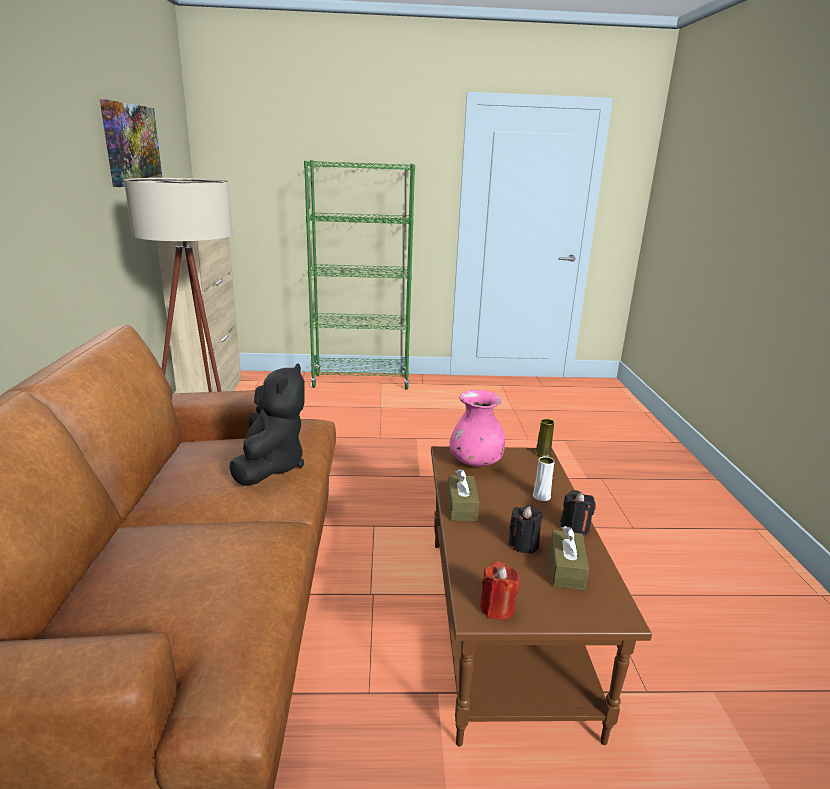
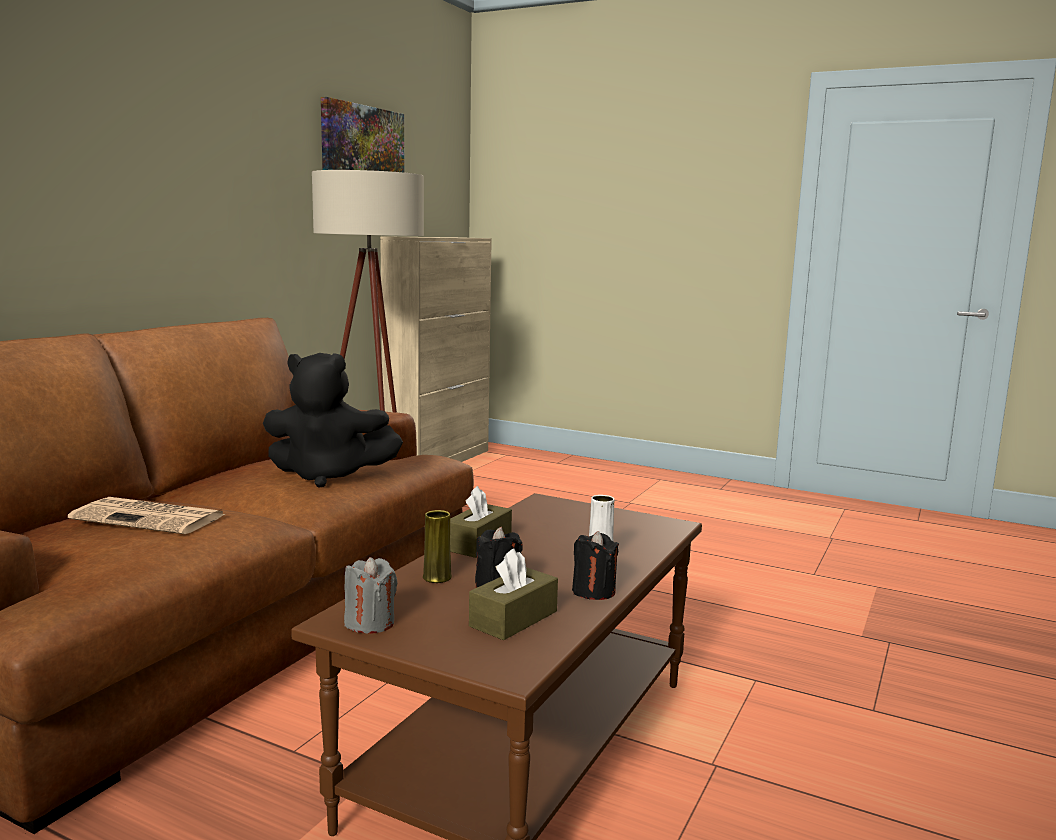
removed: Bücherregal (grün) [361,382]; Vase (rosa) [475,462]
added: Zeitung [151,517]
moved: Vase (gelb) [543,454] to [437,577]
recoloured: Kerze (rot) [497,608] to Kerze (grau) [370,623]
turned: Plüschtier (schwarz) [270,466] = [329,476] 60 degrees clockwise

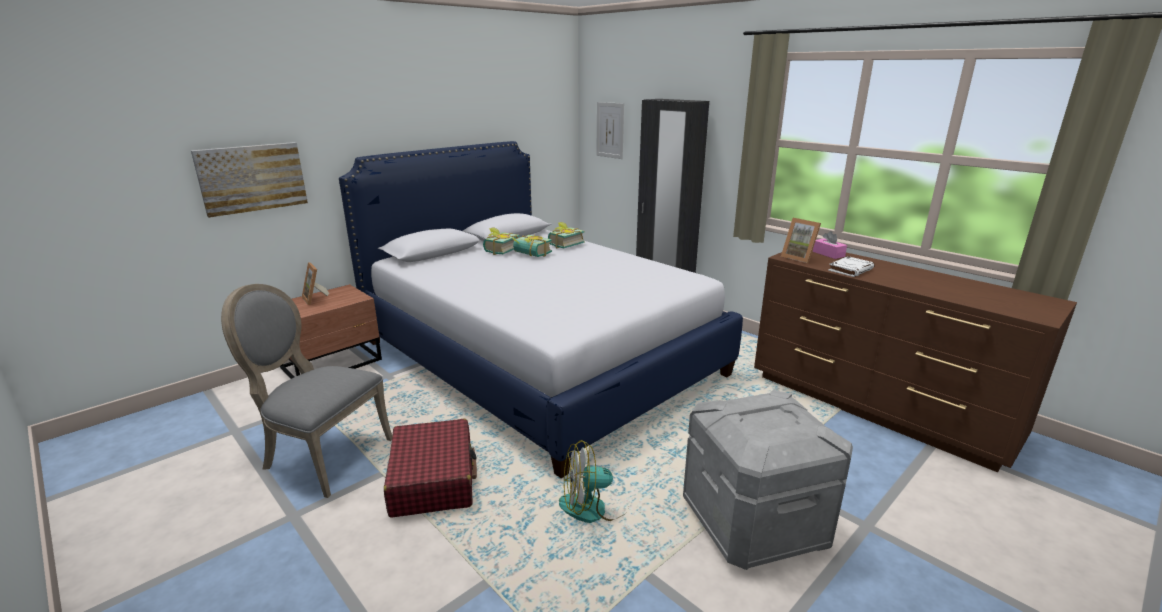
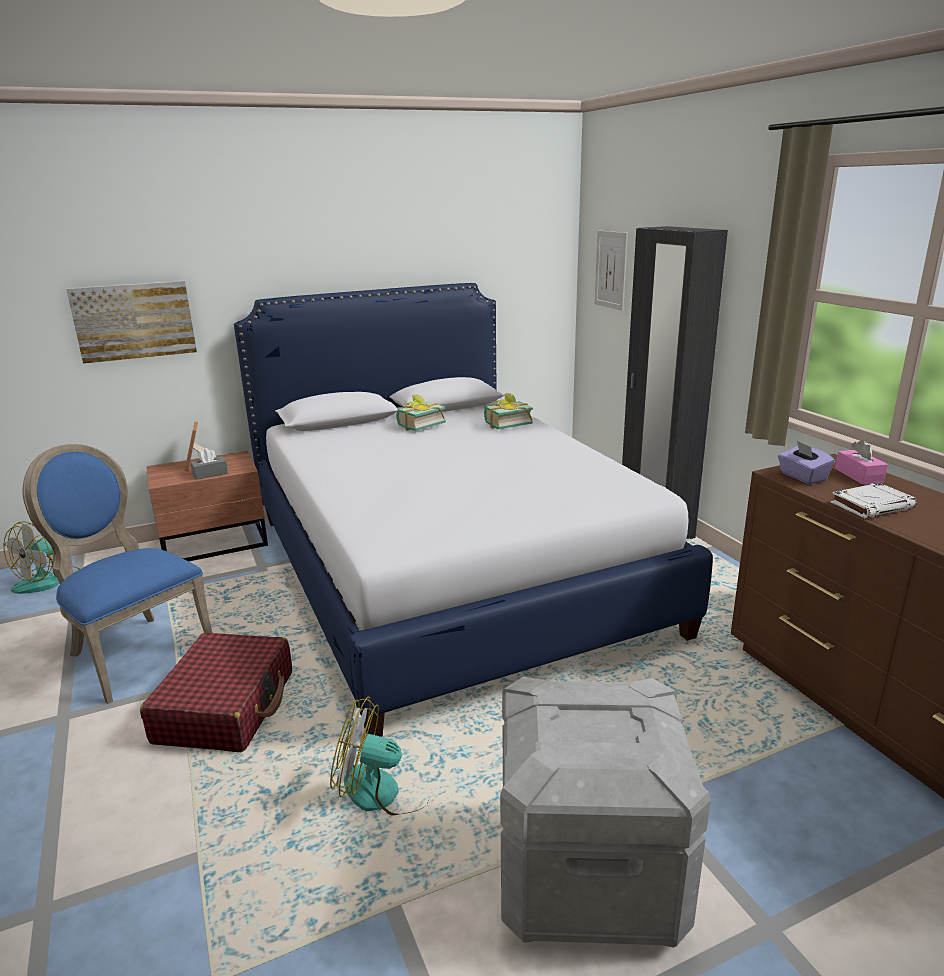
removed: Buch [530,254]
added: Ventilator [47,580]; Taschentuchbox (grau) [210,474]
replaced: Bilderrahmen [799,258] to Taschentuchbox (lila) [802,477]
recoloured: Stuhl (grau) [322,455] to Stuhl (blau) [135,652]

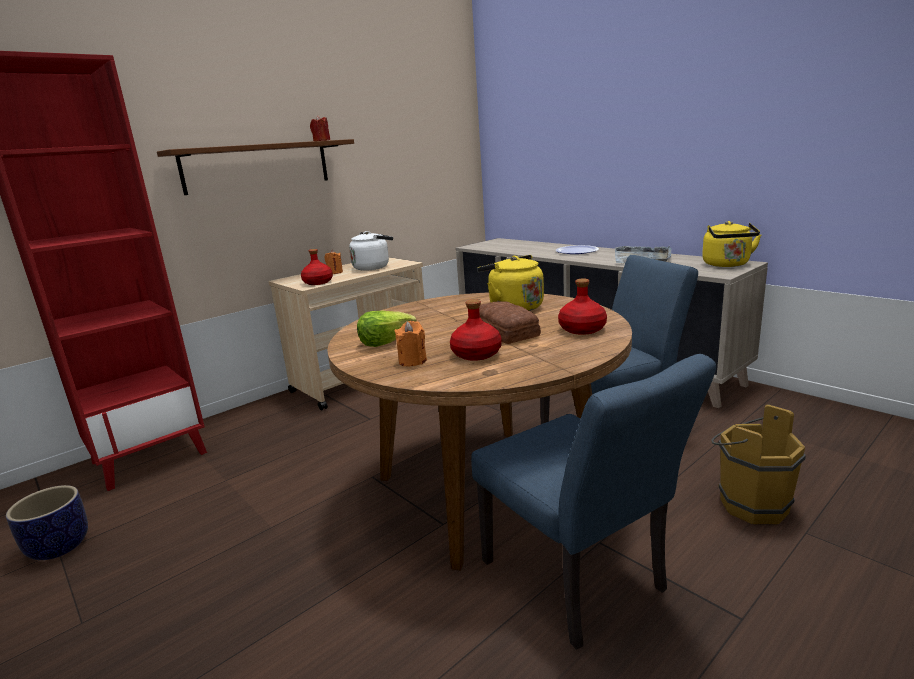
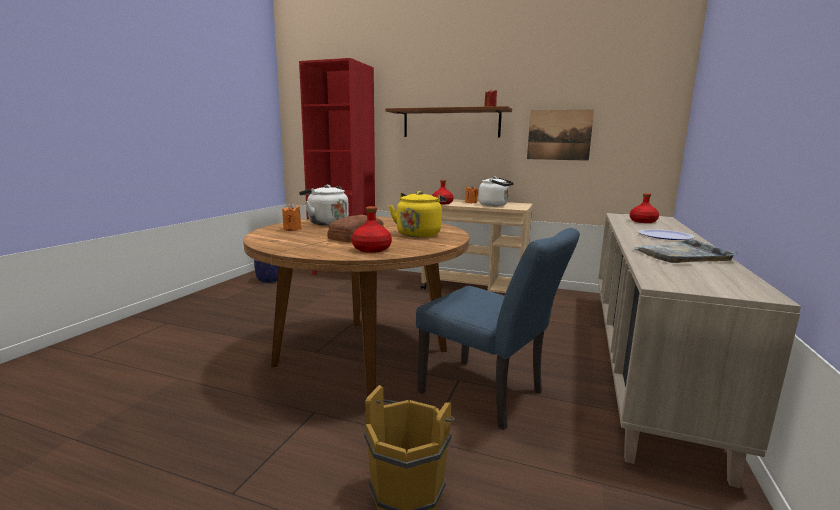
removed: Stuhl (blau) [581,583]; Wasserkessel (gelb) [727,265]
added: Bild [559,135]
moved: Flasche (rot) [476,354] to [643,221]
replaced: Salatkopf [385,342] to Wasserkessel (weiß) [326,223]

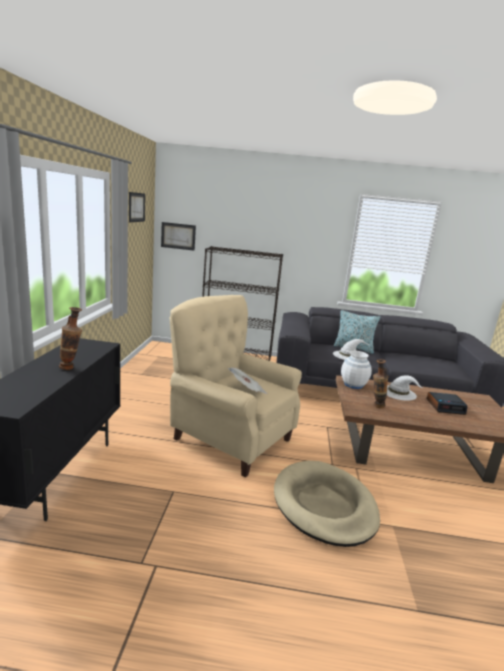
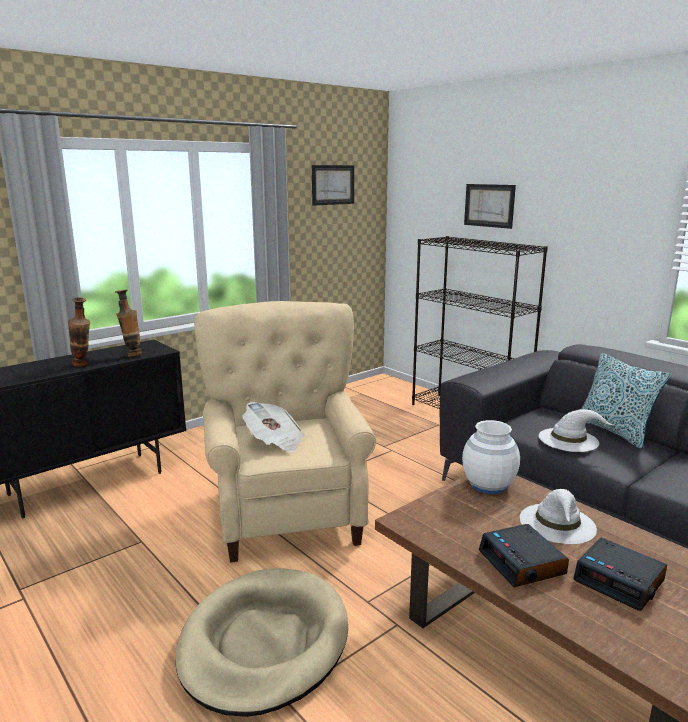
added: Wecker [522,563]
moved: Vase [376,406] to [132,355]; Bild [178,236] to [489,205]

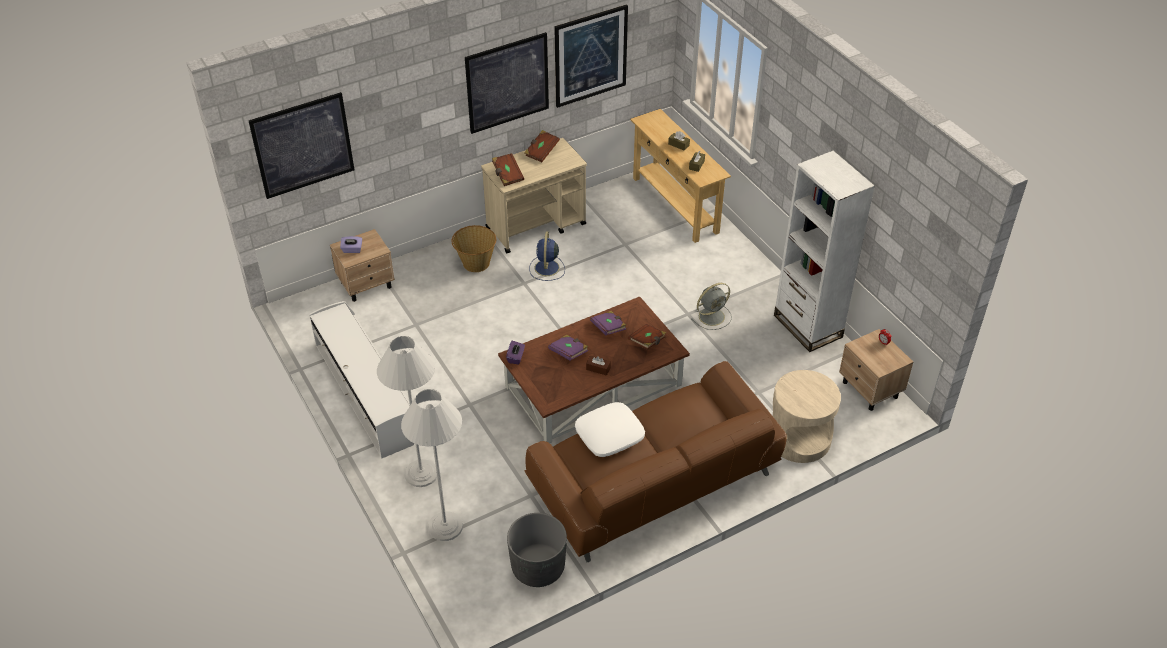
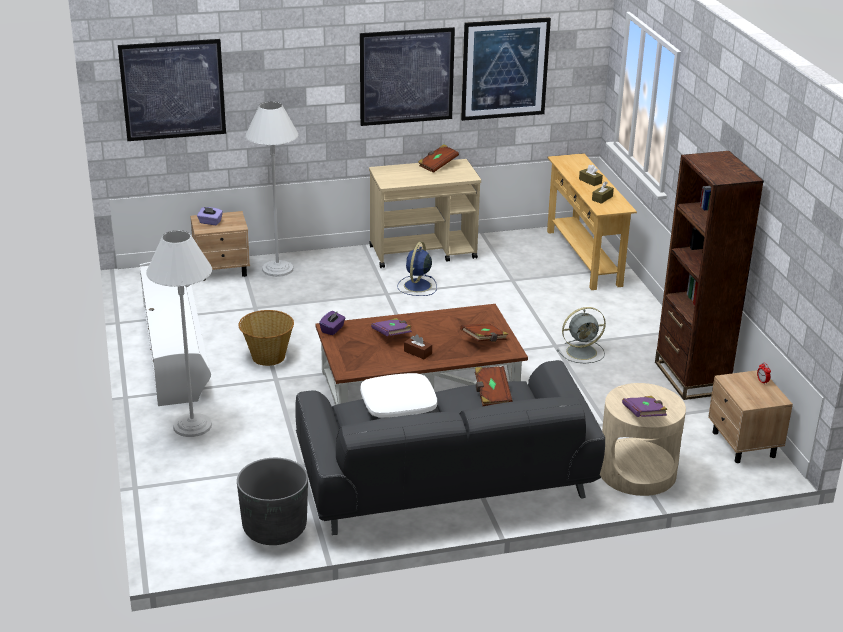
moved: Korb [475,263] to [267,356]; Stehlampe (weiß) [445,526] to [277,269]; Buch (braun) [507,175] to [491,394]; Buch (lila) [608,328] to [644,415]
recoloured: Sofa (braun) [653,483] to Sofa (grau) [445,480]; Bücherregal (weiß) [807,326] to Bücherregal (braun) [691,378]

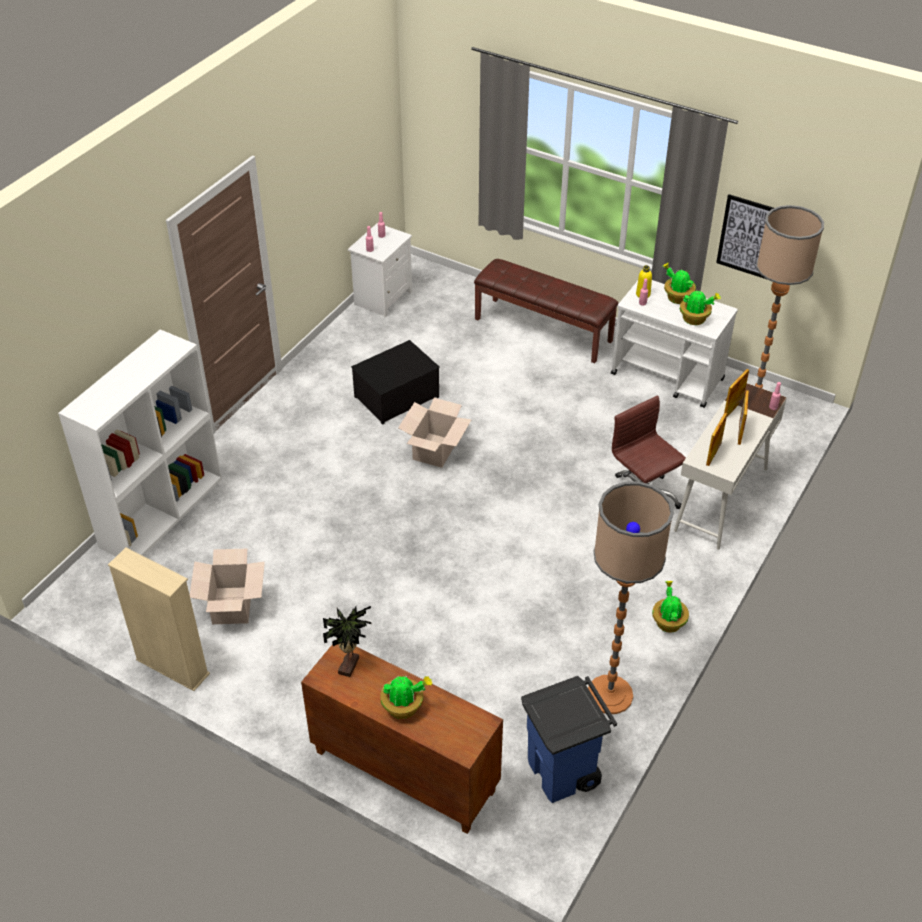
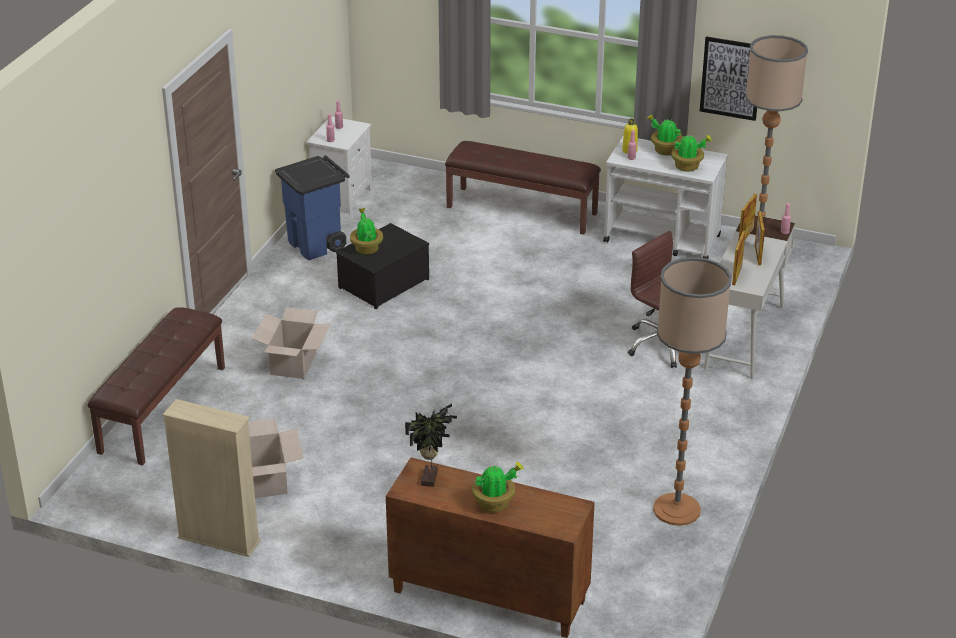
moved: Karton [434,450] to [293,363]; Mülleimer (blau) [563,772] to [317,245]; Topfpflanze [668,622] to [366,248]
replaced: Bücherregal (weiß) [162,511] to Bank (braun) [162,409]

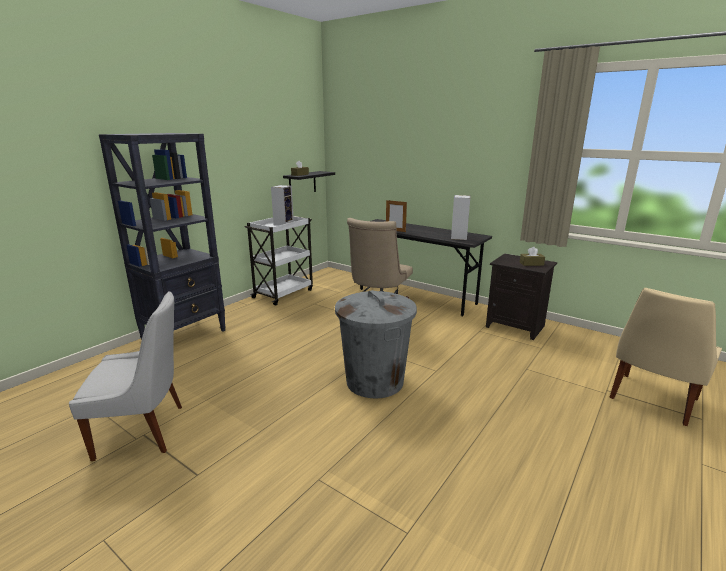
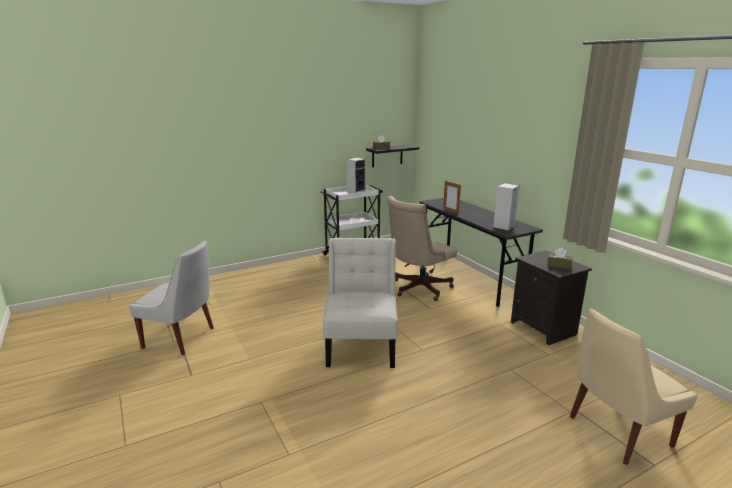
removed: Bücherregal (schwarz) [185,335]
replaced: Mülleimer (grau) [375,381] to Stuhl (weiß) [362,345]

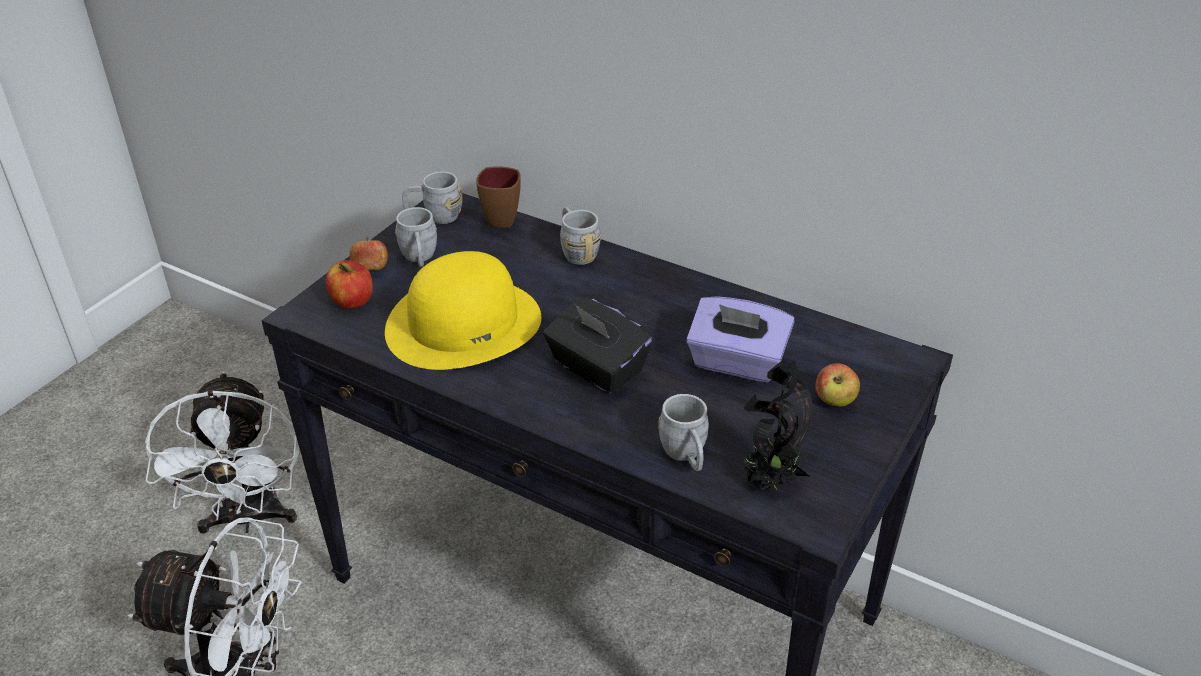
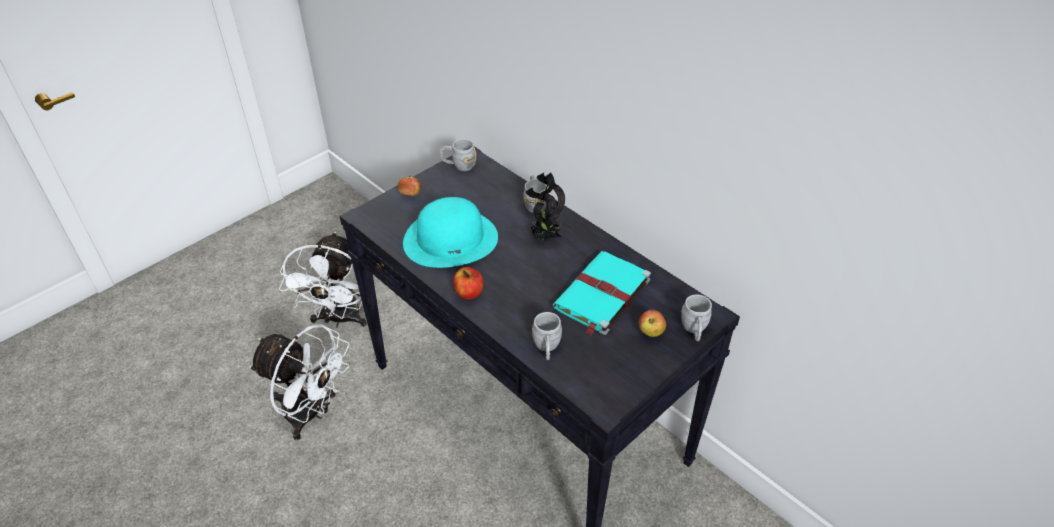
removed: Henkelbecher (braun) [503,216]; Taschentuchbox (schwarz) [596,368]
moved: Apfel [352,301] to [469,292]; Topfpflanze [769,483] to [544,238]; Henkelbecher (grau) [419,259] to [694,330]
replaced: Taschentuchbox (lila) [736,362] to Buch (türkis) [601,295]
recoloured: Hut (gelb) [464,323] to Hut (türkis) [451,239]

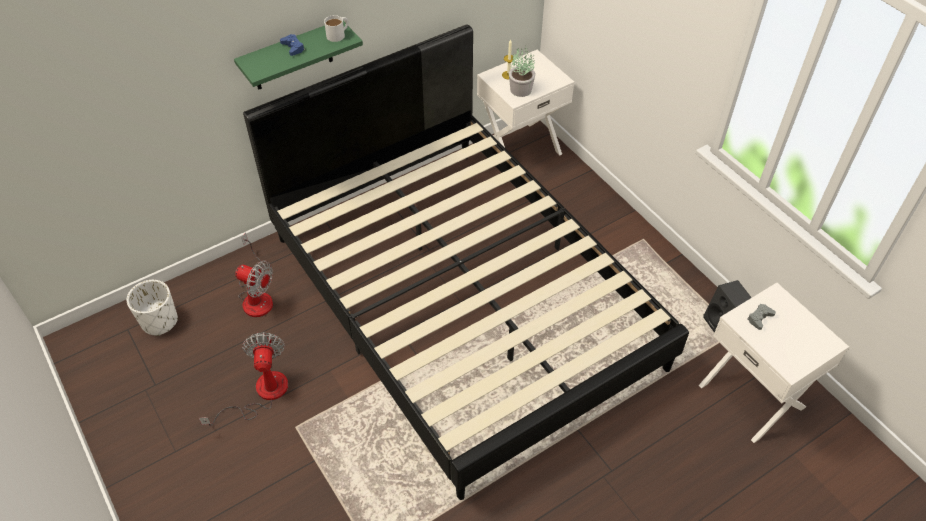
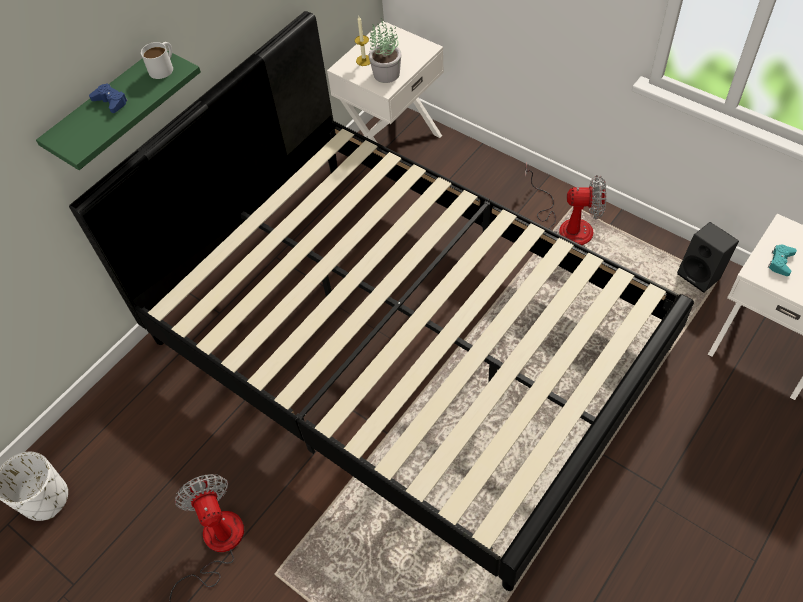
moved: Ventilator [257,296] to [567,225]
recoloured: Gamepad (grau) [759,318] to Gamepad (türkis) [780,262]

